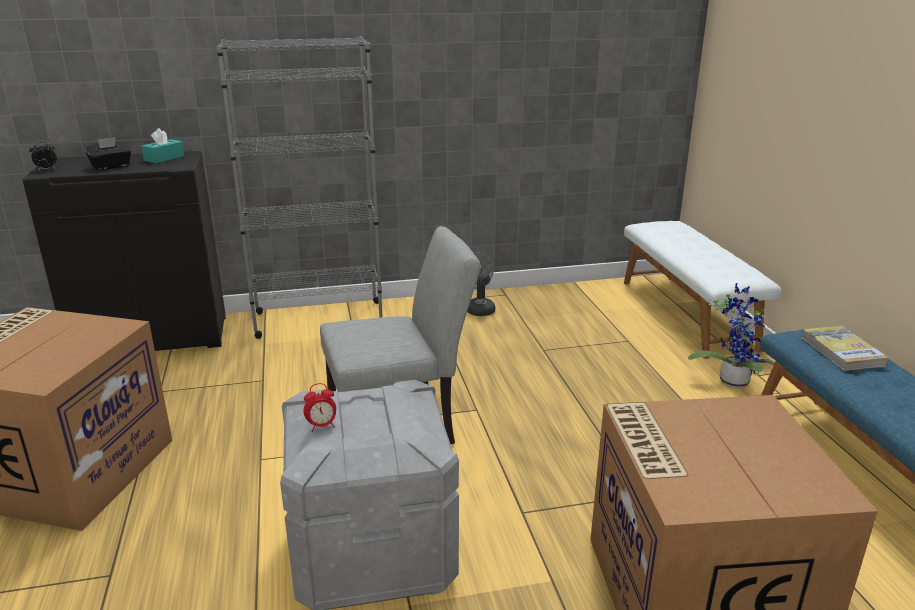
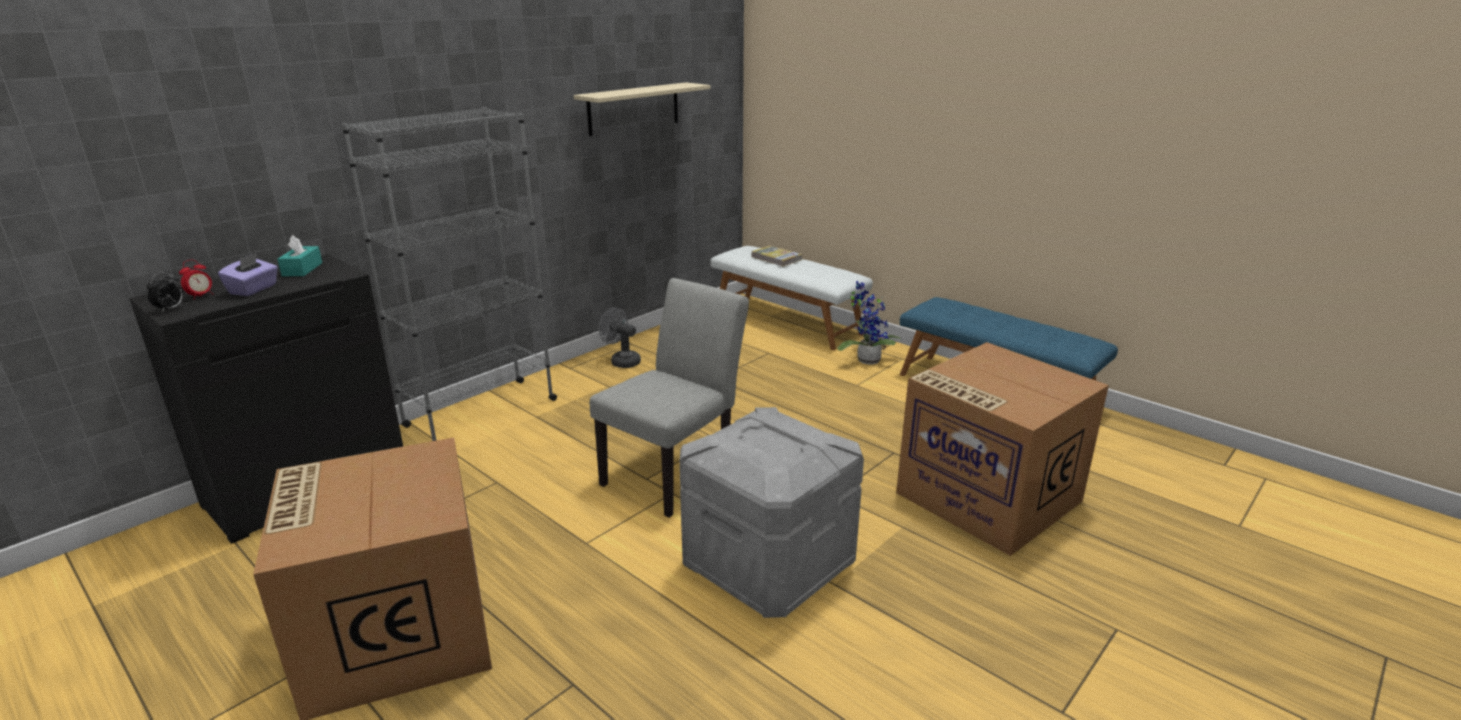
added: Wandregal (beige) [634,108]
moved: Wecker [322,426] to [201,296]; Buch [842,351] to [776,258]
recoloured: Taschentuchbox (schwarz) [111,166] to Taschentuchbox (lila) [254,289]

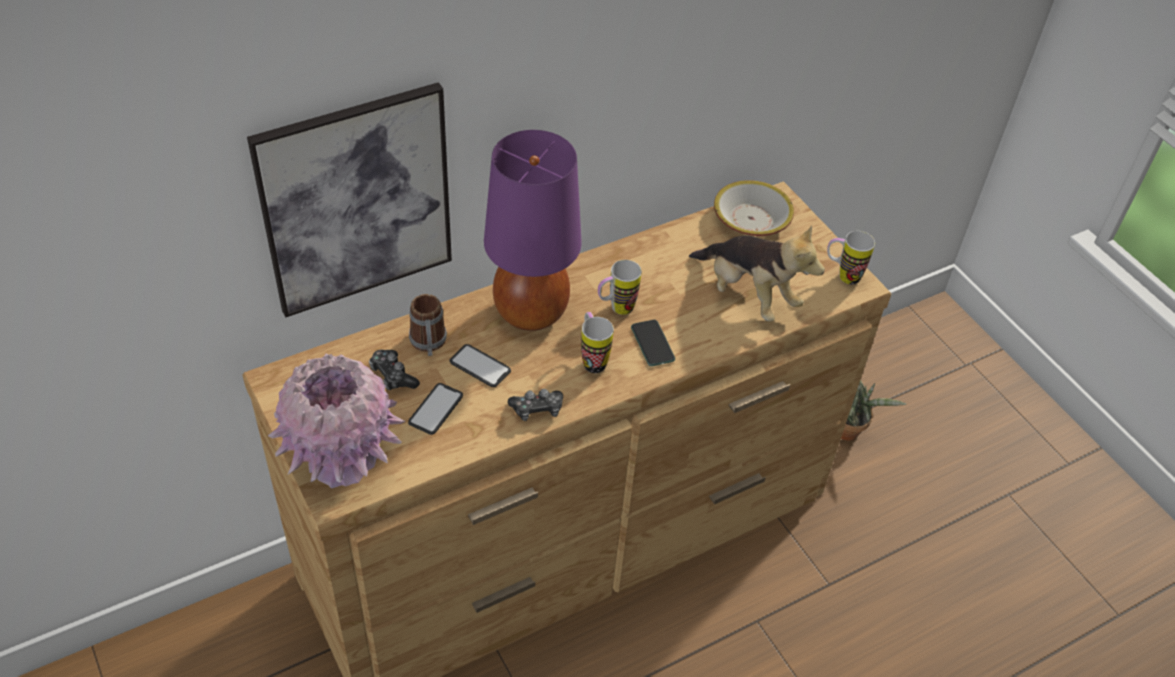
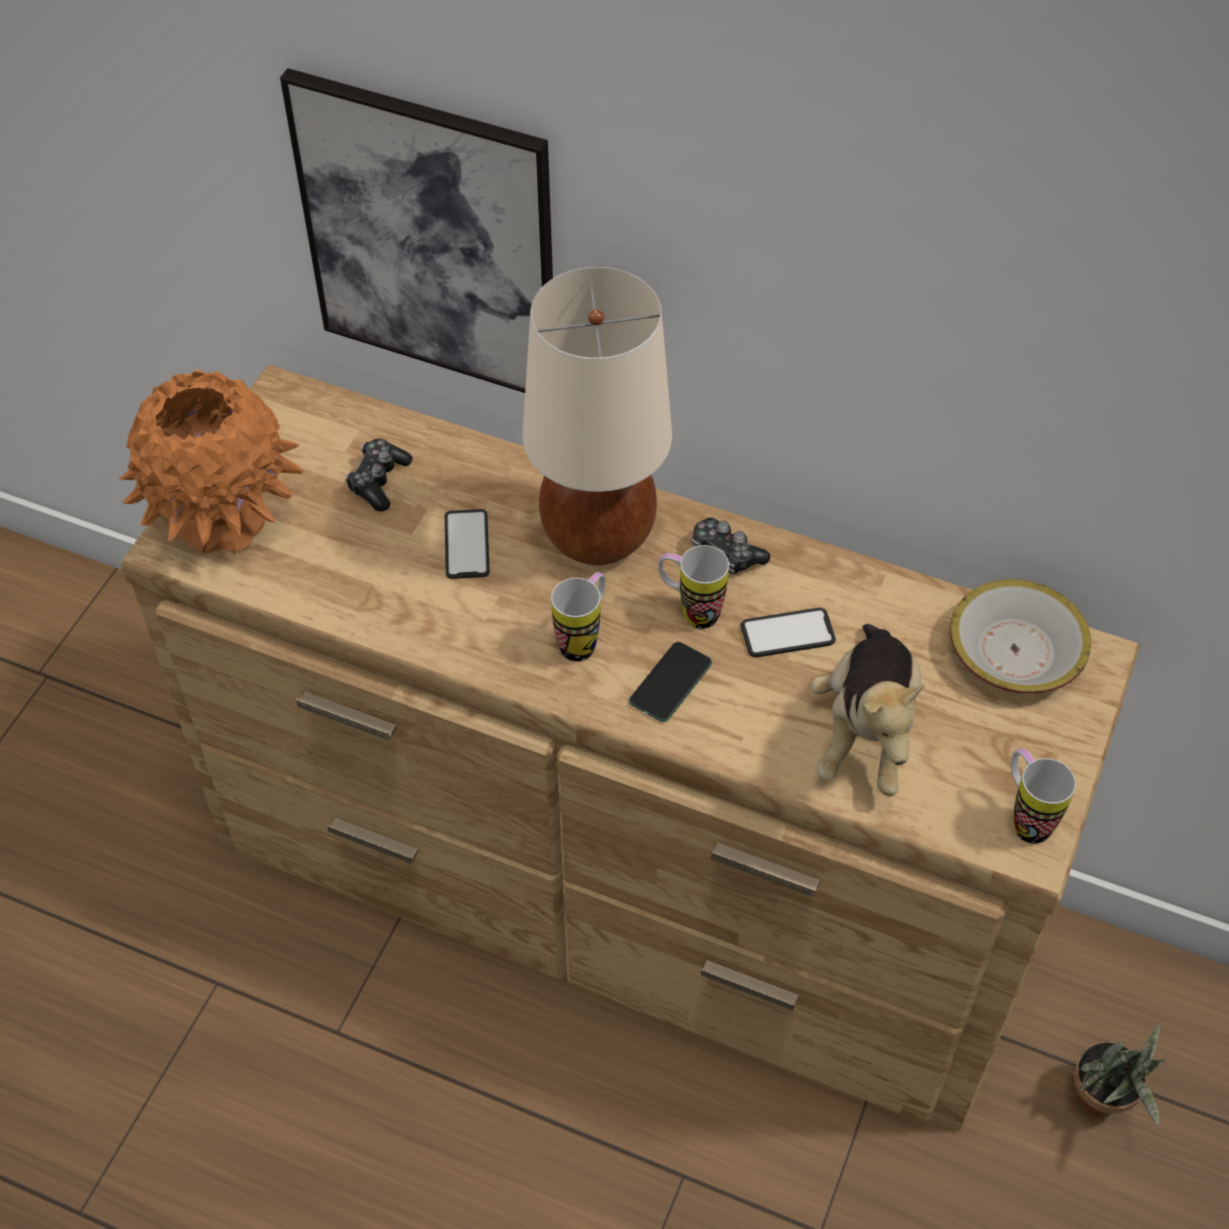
removed: Henkelbecher [428,344]
moved: Gamepad [537,409] to [726,553]; Handy [436,409] to [787,633]
recoloured: Vase (rosa) [342,459] to Vase (orange) [224,519]; Tischlampe (lila) [530,313] to Tischlampe (beige) [596,535]

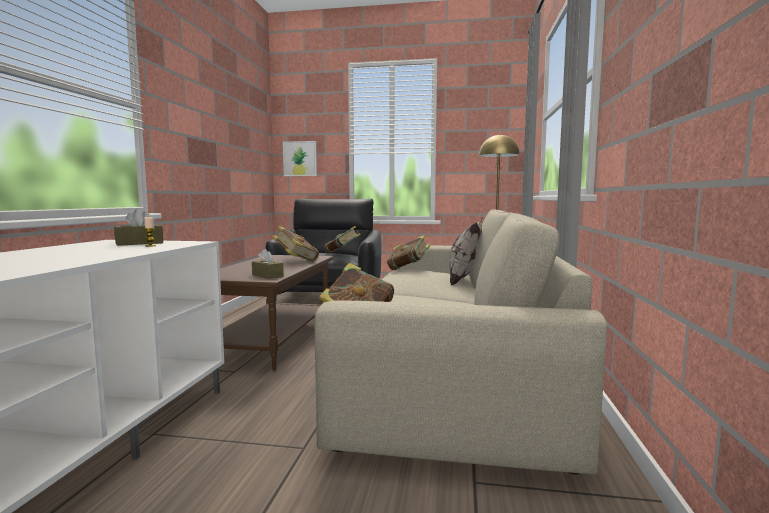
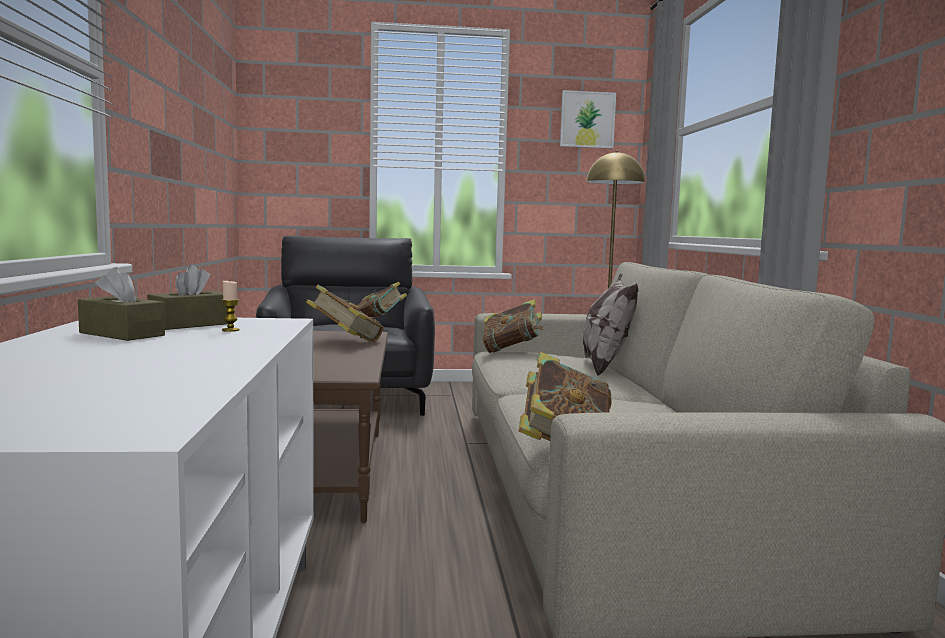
moved: Taschentuchbox (braun) [267,275] to [122,334]; Bild [300,158] to [587,119]

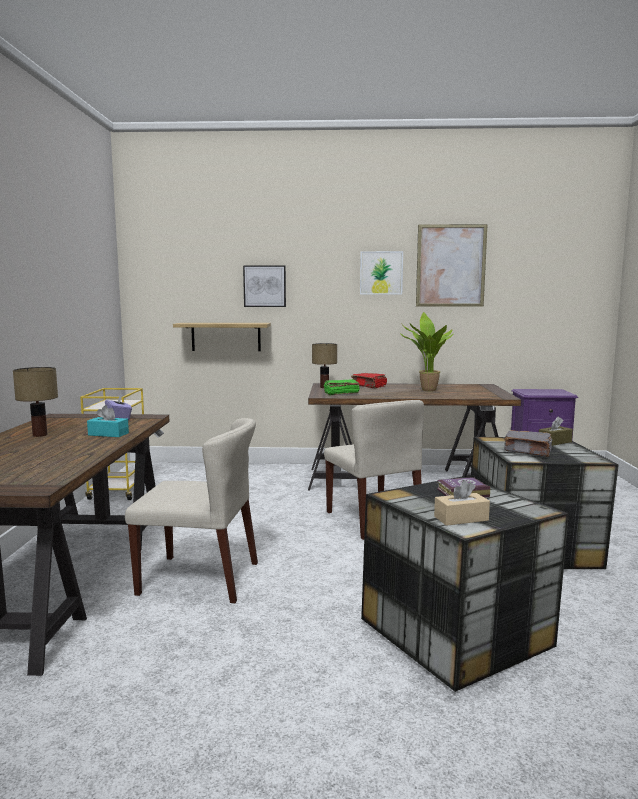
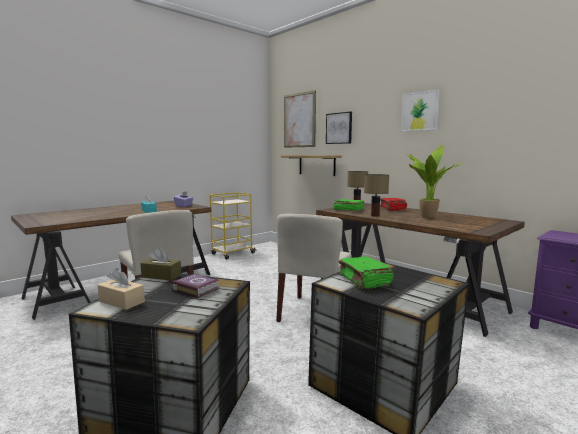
moved: Taschentuchbox (braun) [554,442] to [161,276]; Bild [451,266] to [299,120]; Tischlampe [41,435] to [375,215]
recoloured: Buch (grau) [528,452] to Buch (grün) [364,281]

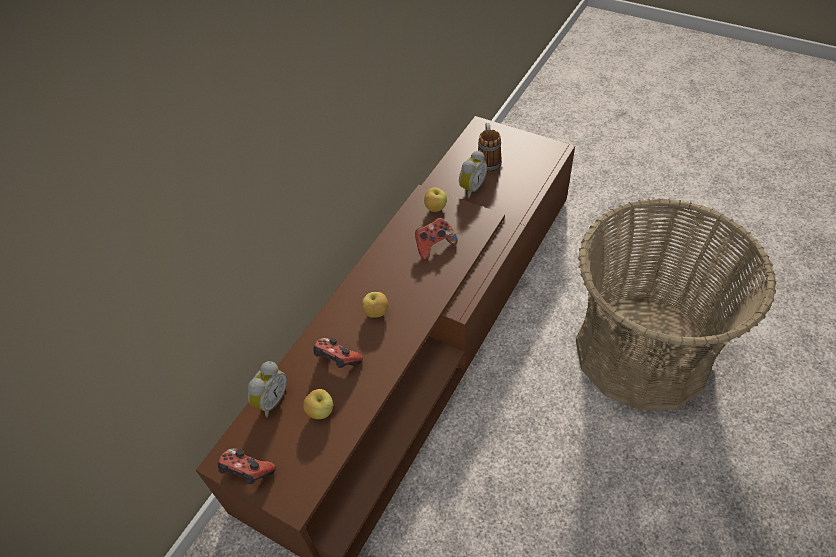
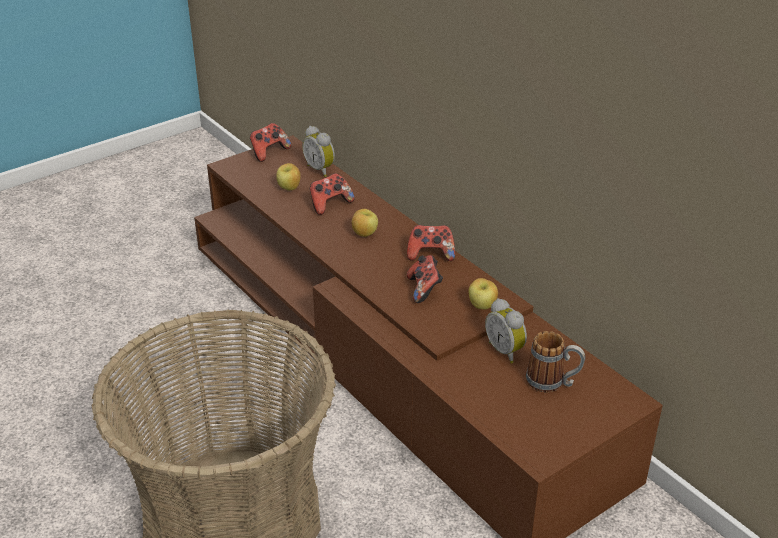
added: Gamepad [430,254]

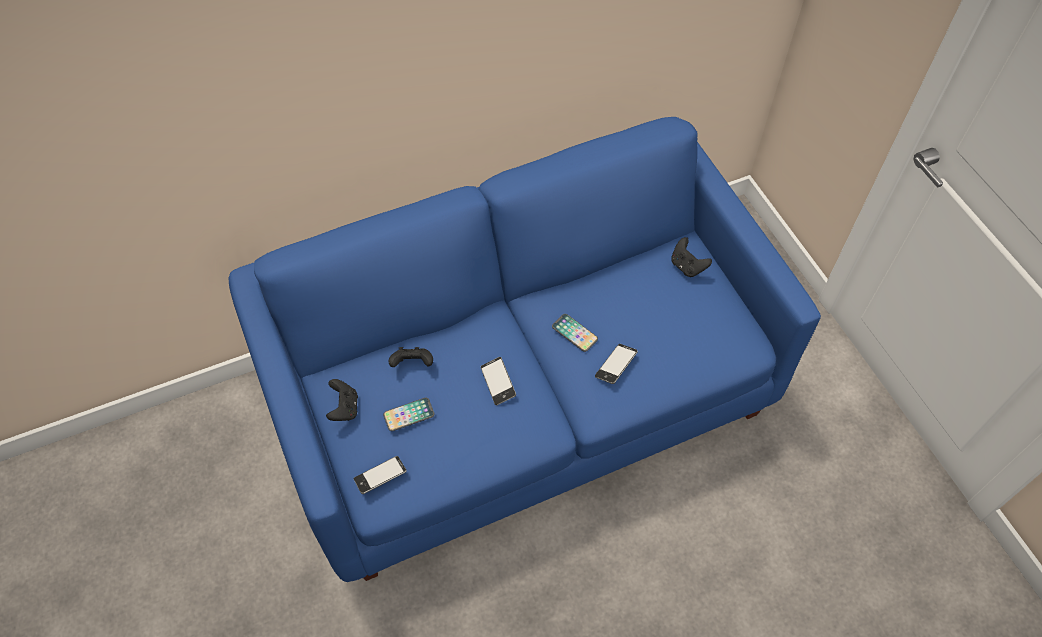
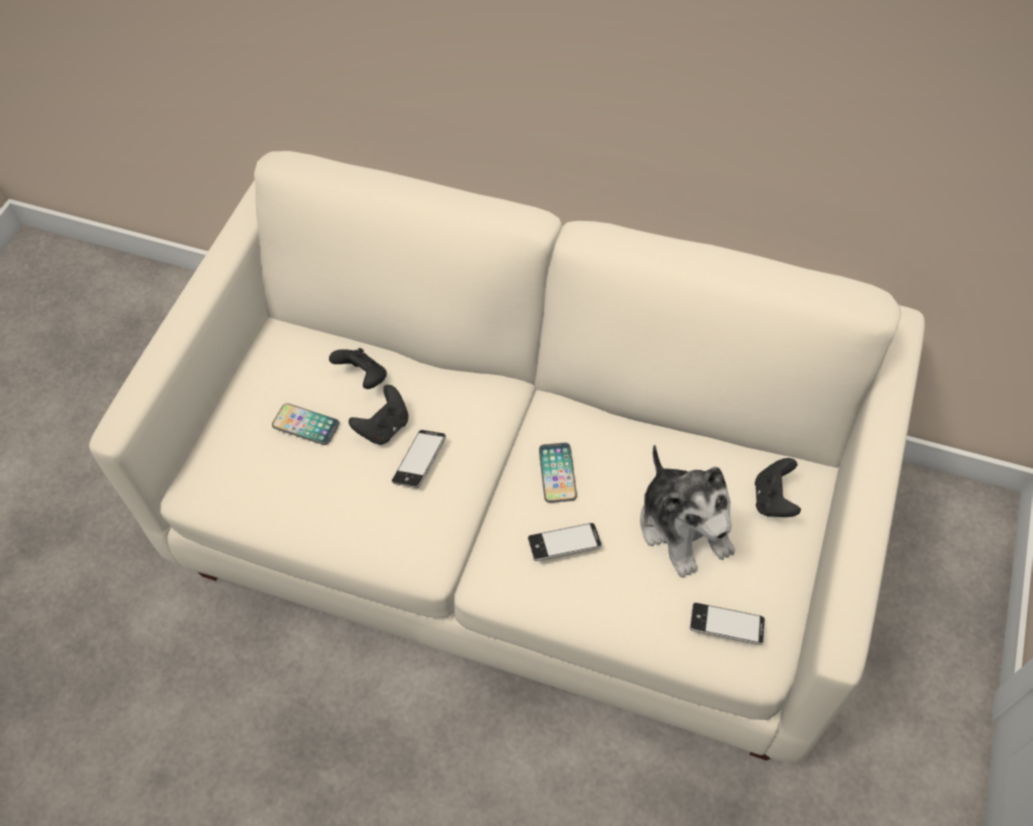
added: Plüschtier [684,526]
moved: Gamepad (schwarz) [344,408] to [384,427]; Handy [380,476] to [726,626]
recoloured: Sofa (blau) [522,394] to Sofa (weiß) [525,518]

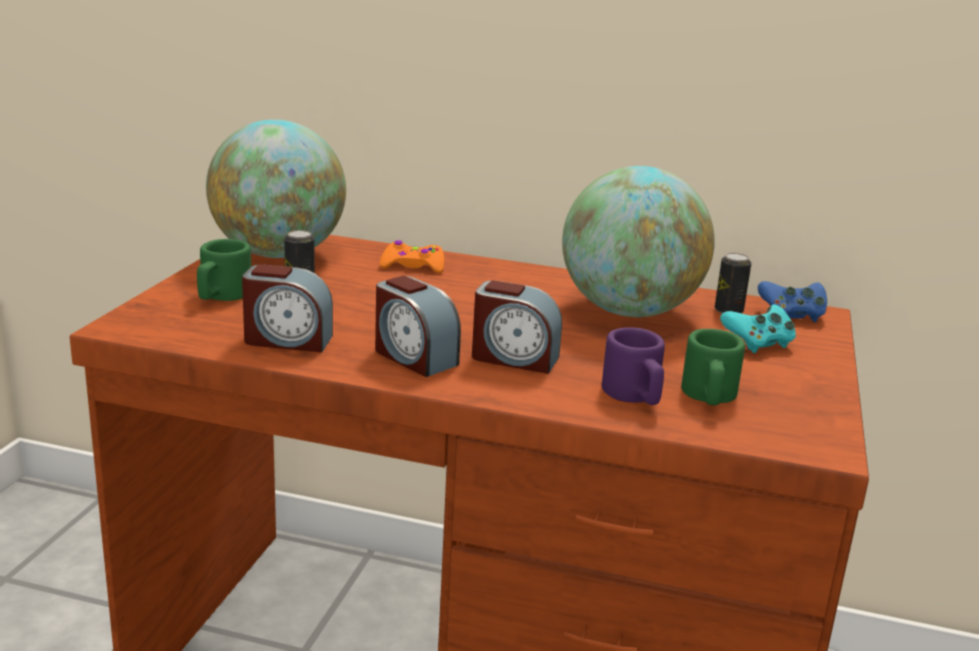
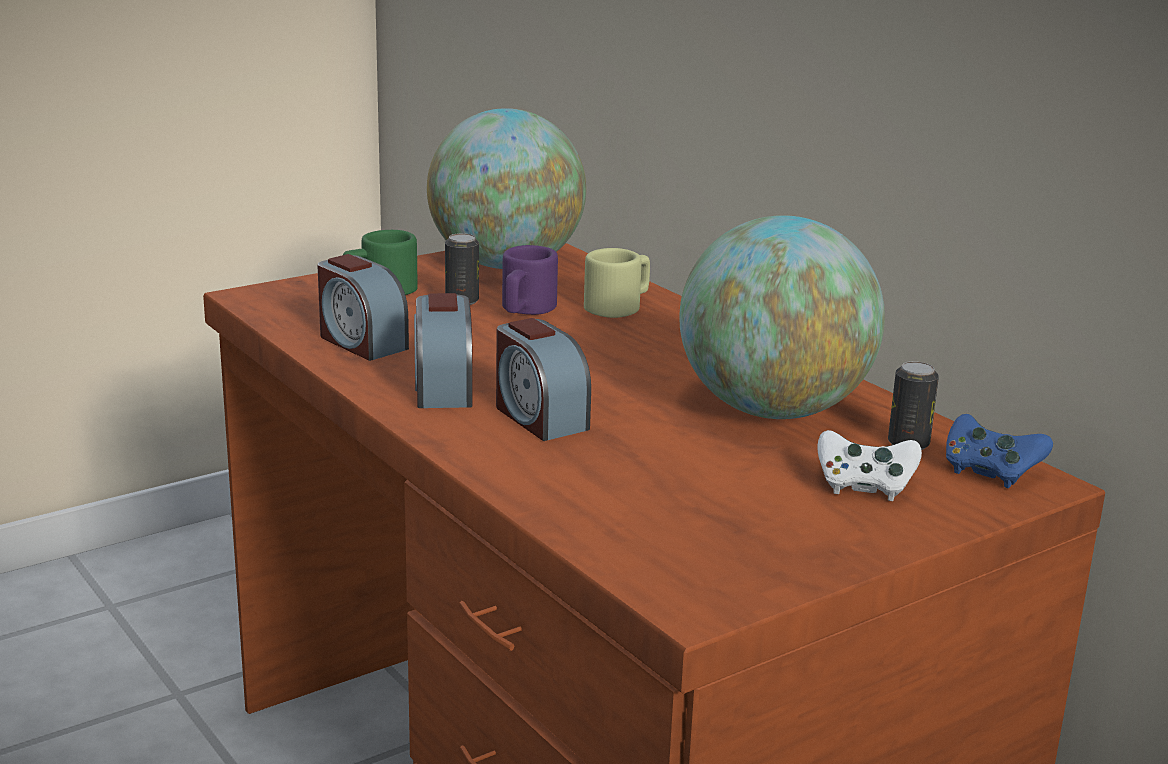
removed: Henkelbecher (grün) [709,396]
moved: Henkelbecher (lila) [635,396] to [525,310]
replaced: Gamepad (orange) [413,266] to Henkelbecher (beige) [619,306]
recoloured: Gamepad (türkis) [758,344] to Gamepad (weiß) [864,487]

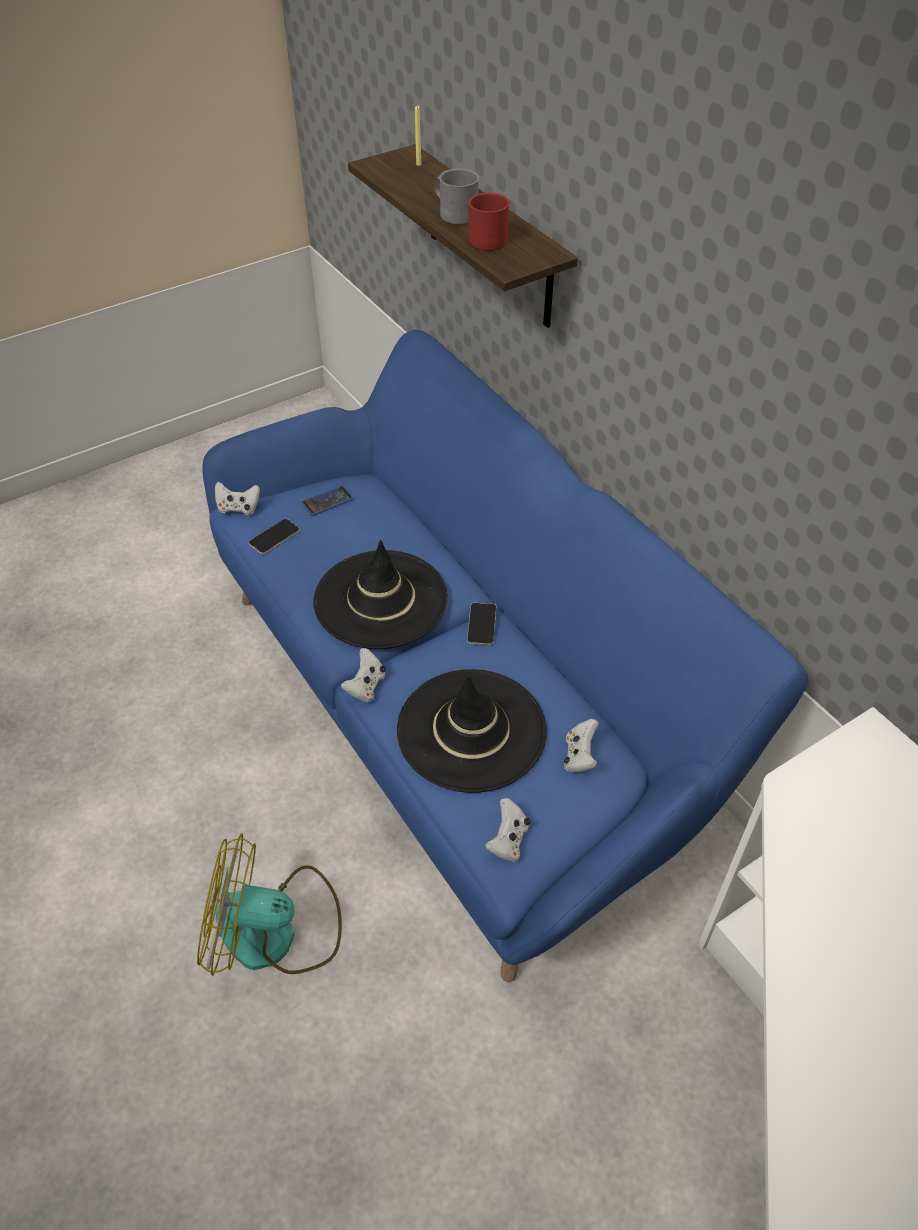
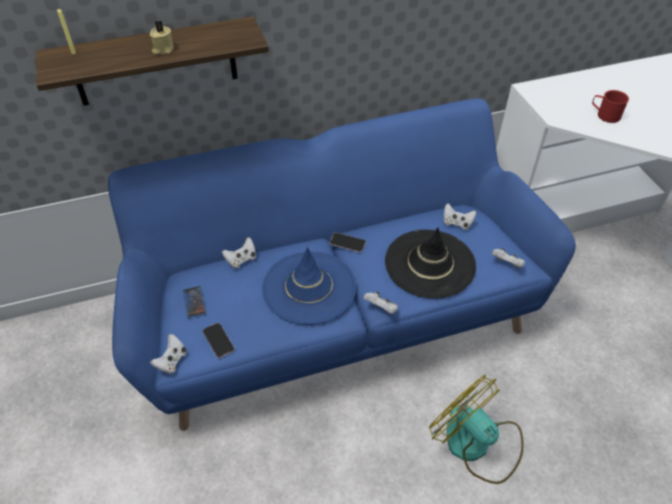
added: Gamepad (weiß) [241,260]
moved: Henkelbecher (rot) [490,237] to [605,115]
replaced: Henkelbecher (grau) [454,213] to Kerze (beige) [162,49]
recoloured: Hut (schwarz) [380,599] to Hut (blau) [309,287]
turned: Ventilator [275,931] = [476,444] 120 degrees clockwise

